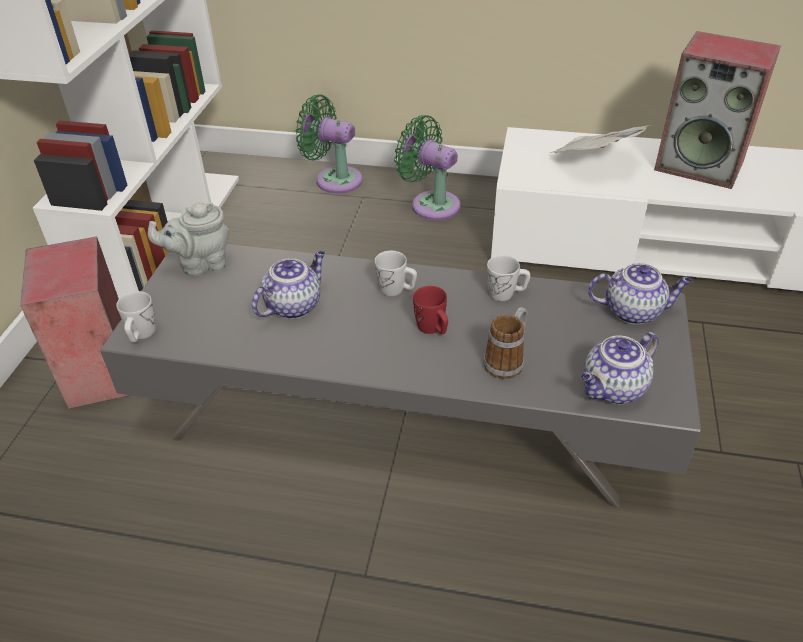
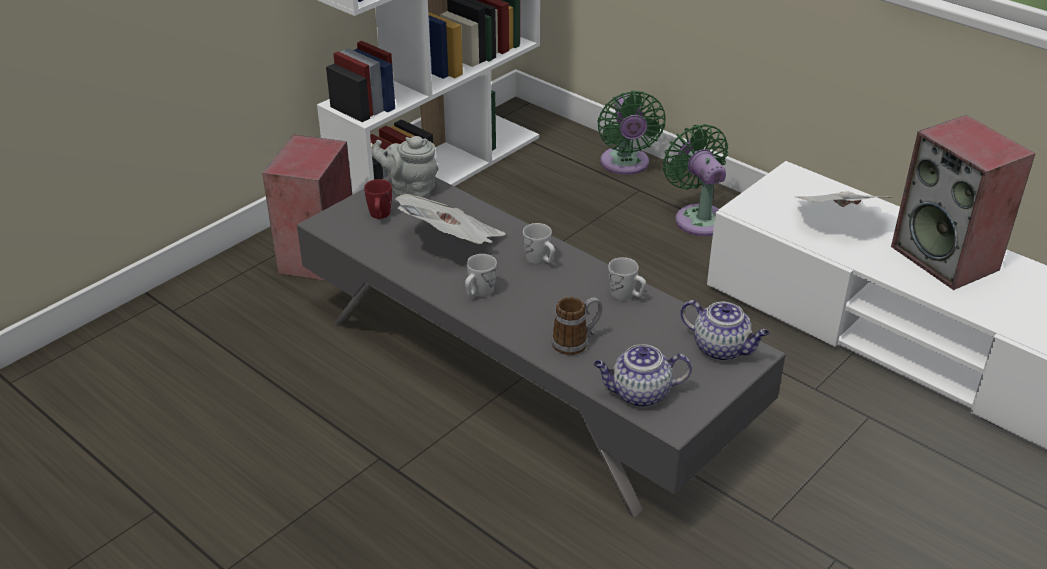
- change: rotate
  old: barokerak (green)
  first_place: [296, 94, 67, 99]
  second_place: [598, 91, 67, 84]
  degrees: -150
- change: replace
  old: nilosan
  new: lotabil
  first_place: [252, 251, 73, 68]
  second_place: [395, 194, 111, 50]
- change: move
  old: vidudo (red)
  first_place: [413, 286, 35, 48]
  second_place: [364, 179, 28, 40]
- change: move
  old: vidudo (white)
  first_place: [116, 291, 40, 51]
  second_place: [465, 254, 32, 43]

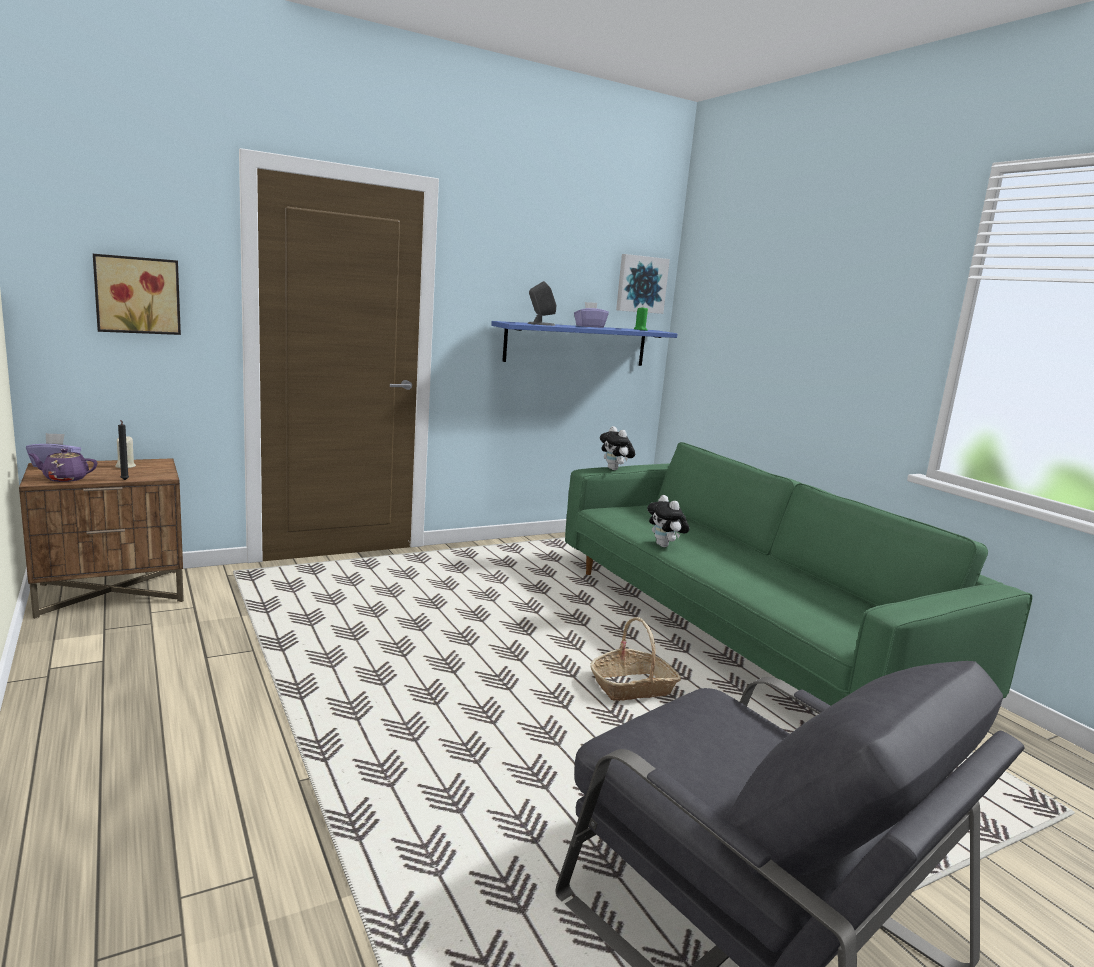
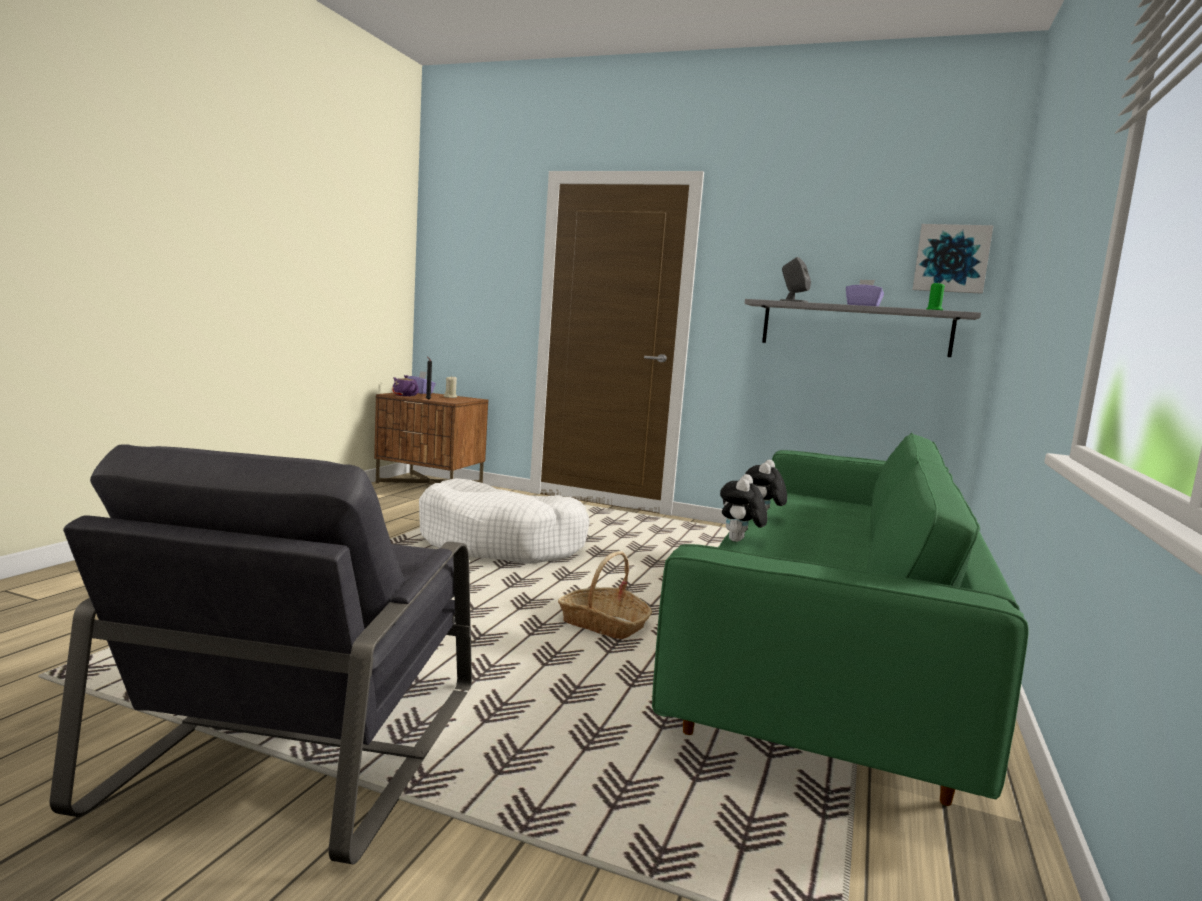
- change: delete
  old: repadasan
  first_place: [93, 254, 88, 81]
- change: recolor
  old: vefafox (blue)
  new: vefafox (grey)
  first_place: [491, 321, 186, 45]
  second_place: [744, 299, 237, 58]
- change: move
  old: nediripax
  first_place: [600, 426, 35, 44]
  second_place: [720, 474, 47, 68]
- change: insert
  new: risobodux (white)
  second_place: [419, 478, 171, 86]

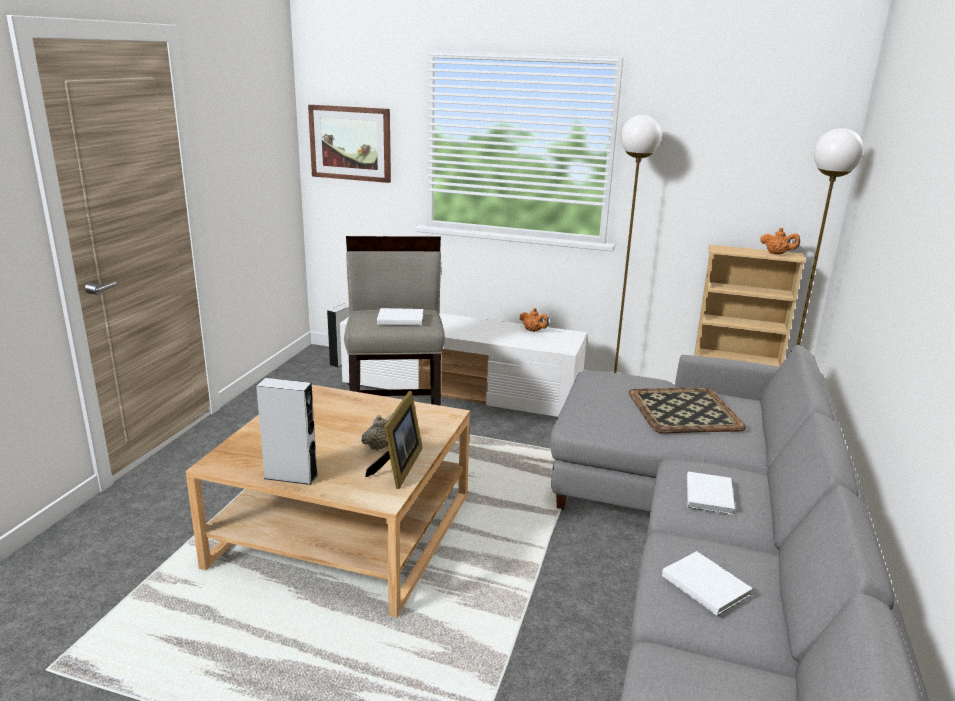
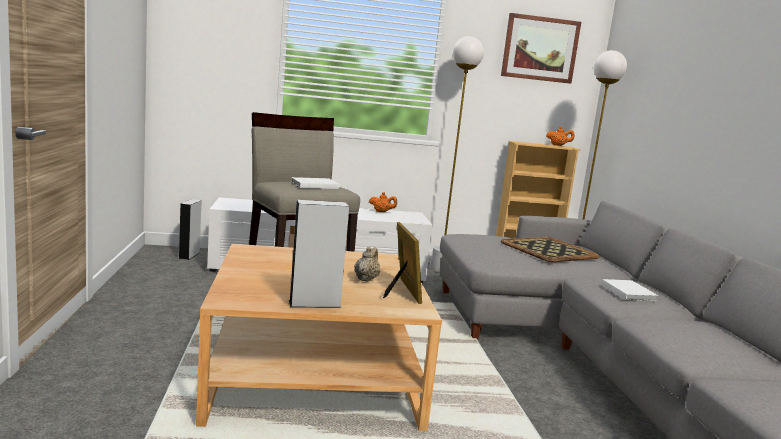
- change: move
  old: repadasan
  first_place: [308, 105, 83, 78]
  second_place: [501, 13, 80, 71]
- change: delete
  old: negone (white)
  first_place: [662, 551, 91, 65]

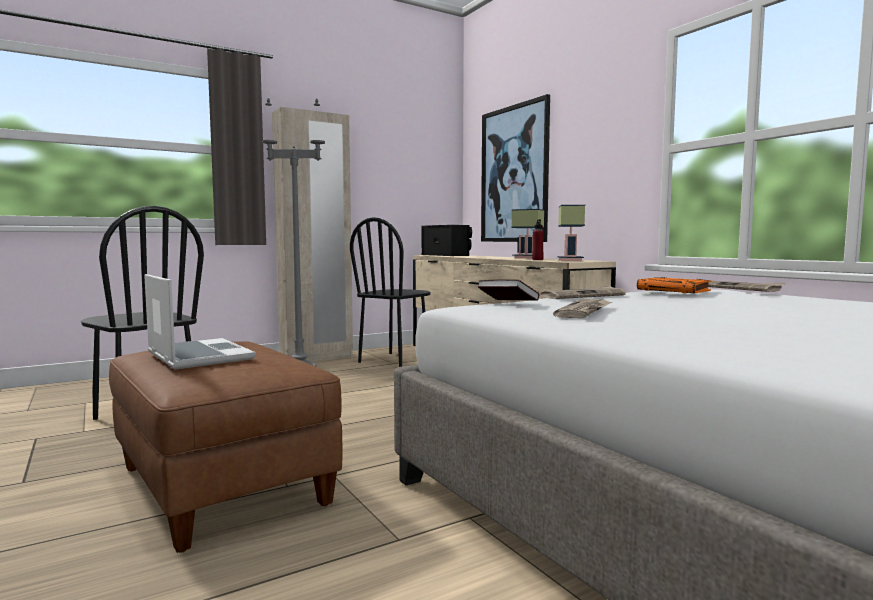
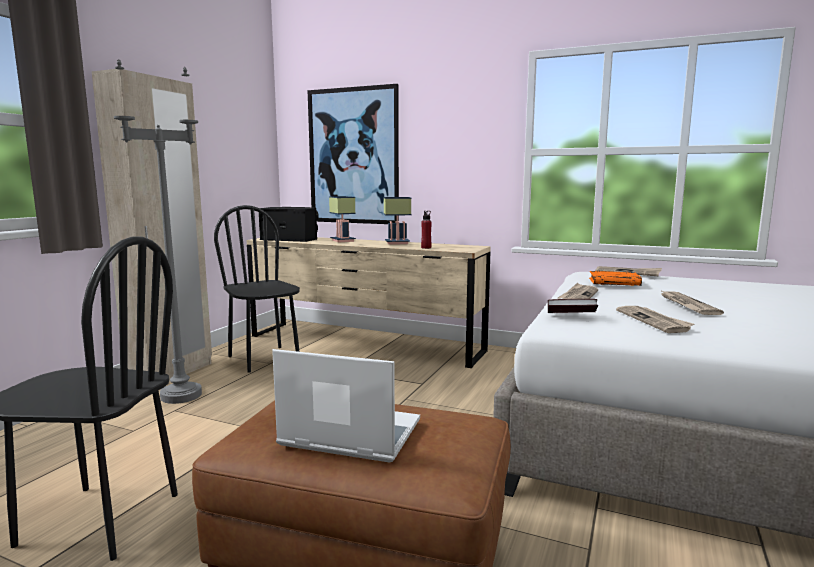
- change: move
  old: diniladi
  first_place: [557, 205, 28, 56]
  second_place: [329, 196, 27, 46]
- change: rotate
  old: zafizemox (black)
  first_place: [350, 217, 81, 150]
  second_place: [214, 205, 86, 168]
  degrees: 150
- change: insert
  new: lotabil
  second_place: [660, 290, 64, 25]

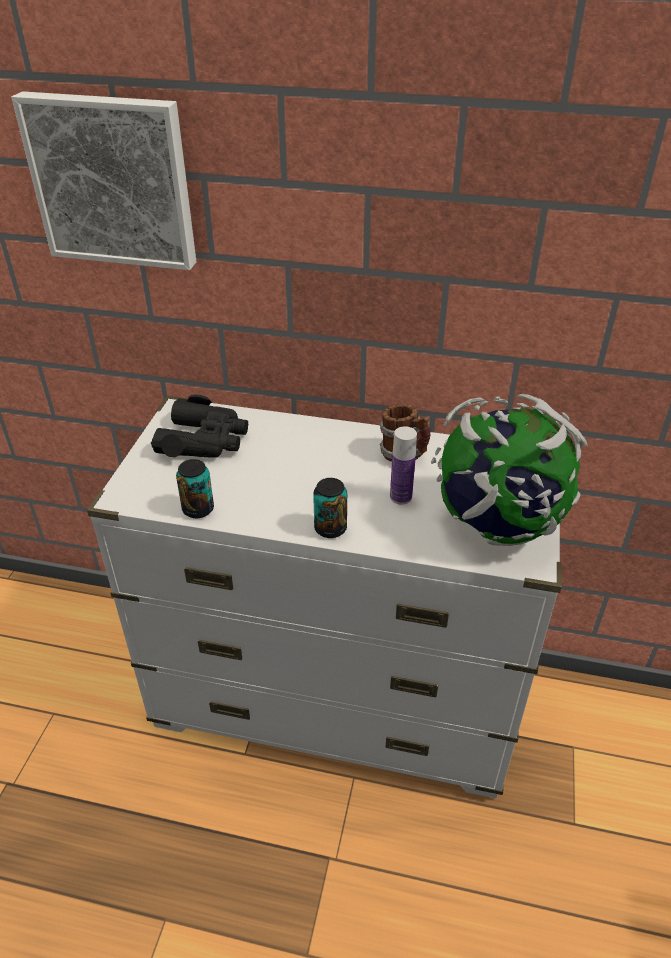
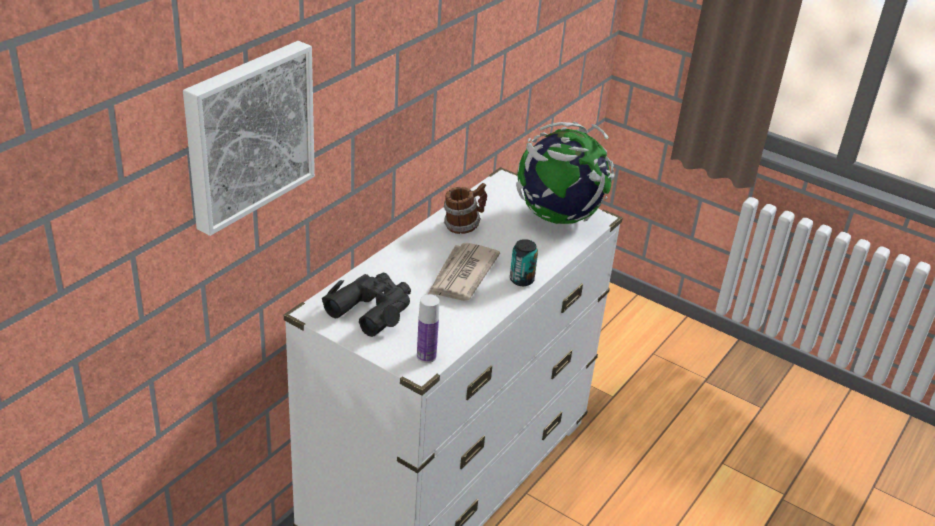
- change: move
  old: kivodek
  first_place: [390, 426, 27, 79]
  second_place: [417, 294, 22, 69]
- change: delete
  old: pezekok
  first_place: [176, 459, 38, 59]
- change: insert
  new: lotabil
  second_place: [428, 243, 72, 58]

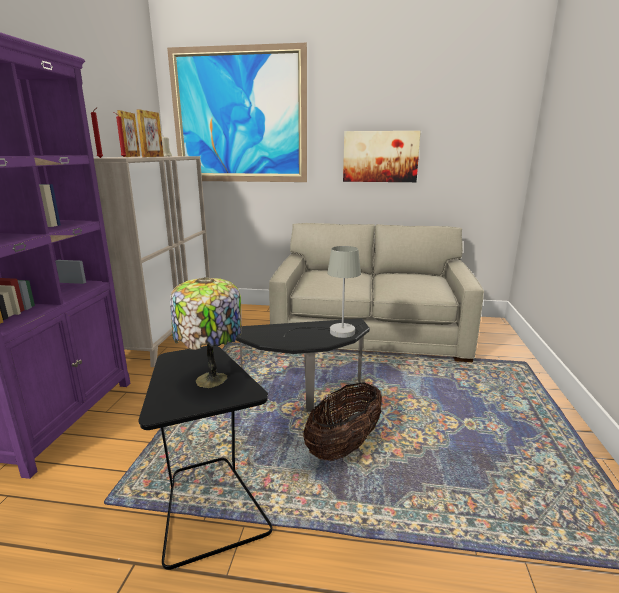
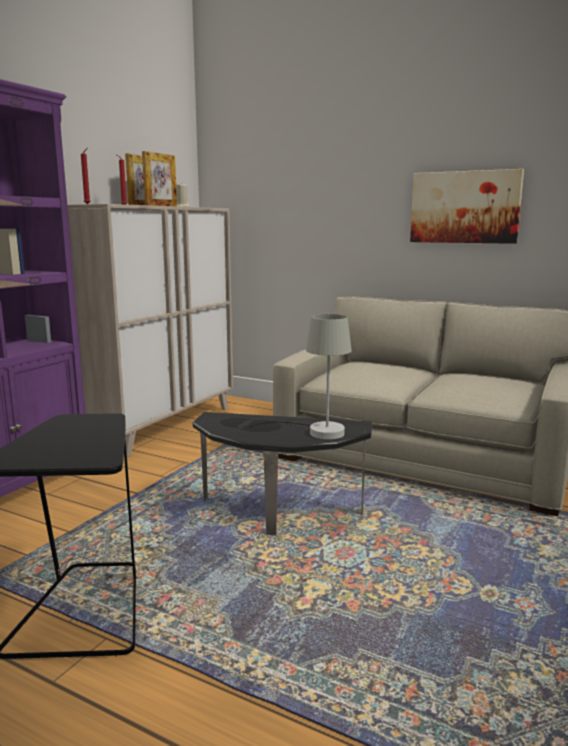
- change: delete
  old: repadasan
  first_place: [167, 43, 140, 139]
- change: delete
  old: diniladi
  first_place: [170, 277, 72, 111]
- change: delete
  old: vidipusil
  first_place: [303, 382, 79, 79]

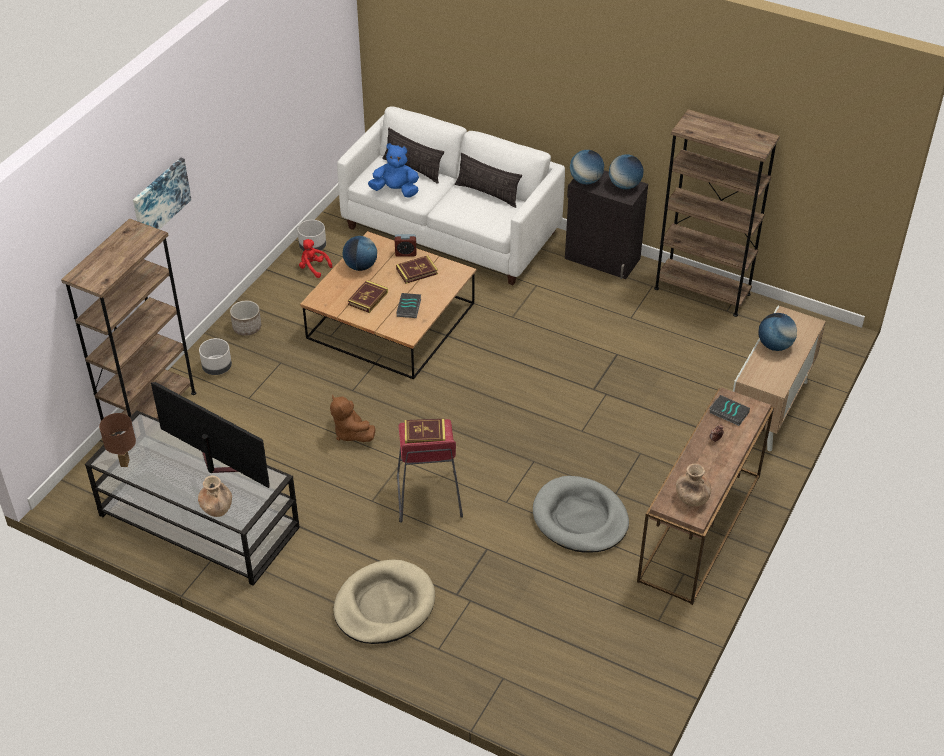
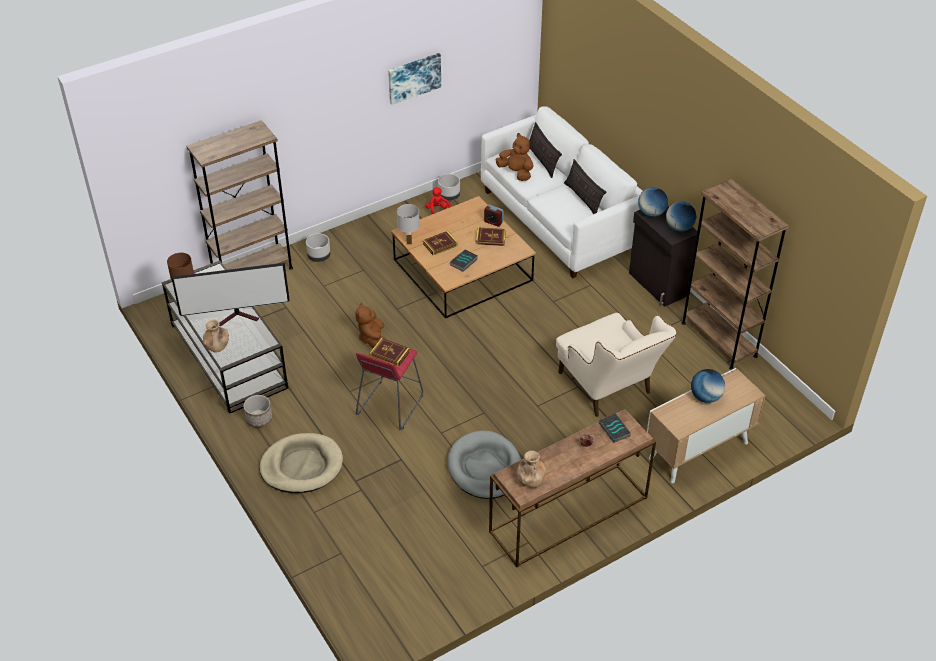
- change: recolor
  old: nediripax (blue)
  new: nediripax (brown)
  first_place: [368, 143, 51, 54]
  second_place: [495, 133, 38, 48]
- change: move
  old: repadasan
  first_place: [133, 158, 58, 71]
  second_place: [388, 53, 53, 51]
- change: delete
  old: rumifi
  first_place: [342, 236, 35, 35]
- change: move
  old: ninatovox
  first_place: [230, 301, 31, 35]
  second_place: [243, 395, 29, 33]
- change: rotate
  old: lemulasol
  first_place: [151, 382, 119, 106]
  second_place: [171, 263, 119, 64]
  degrees: 105
- change: insert
  new: diniladi (white)
  second_place: [397, 204, 23, 40]
- change: insert
  new: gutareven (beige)
  second_place: [556, 313, 121, 104]

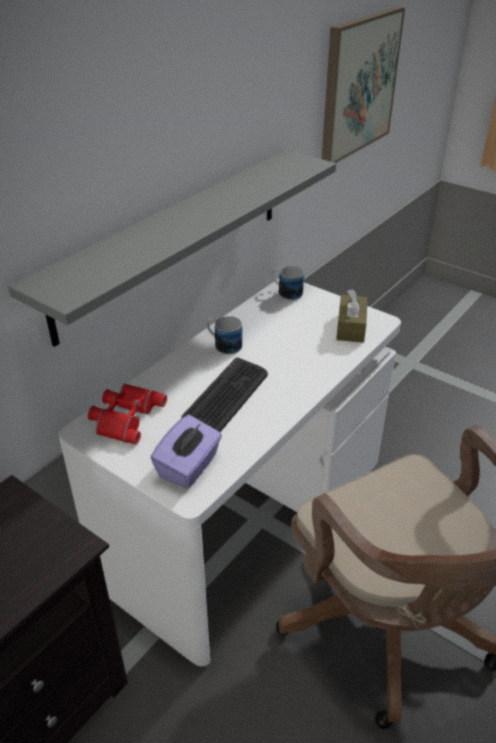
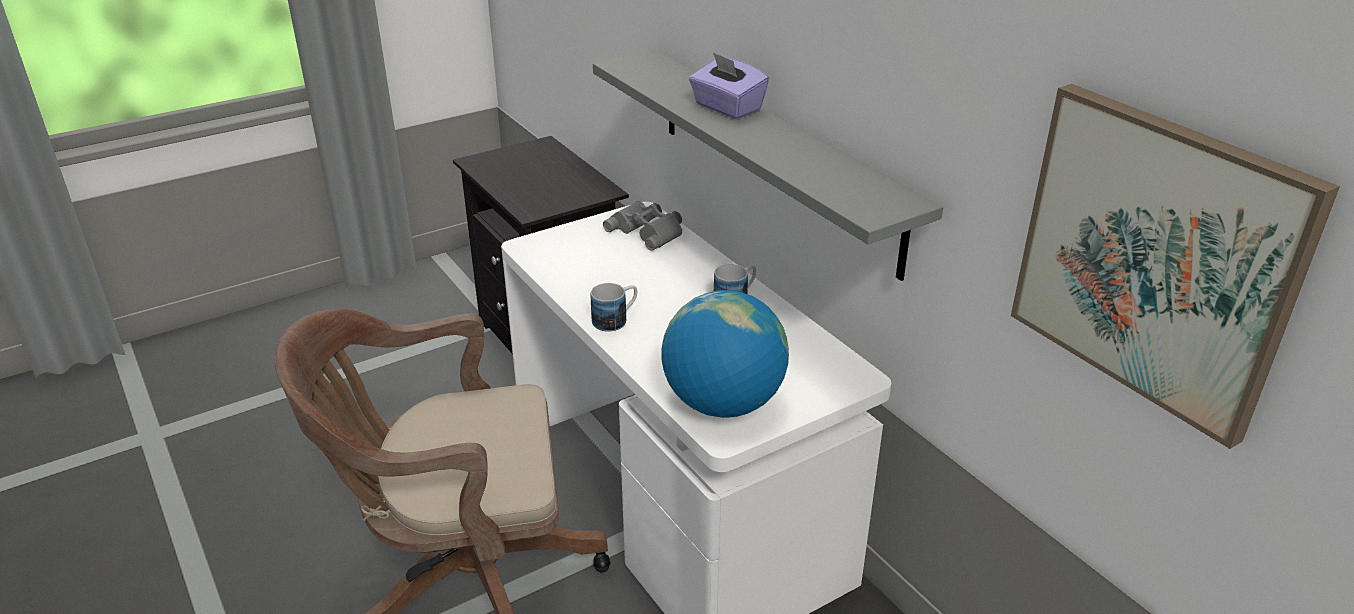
- change: move
  old: vidudo
  first_place: [271, 266, 33, 34]
  second_place: [591, 283, 46, 49]
- change: replace
  old: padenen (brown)
  new: rumifi
  first_place: [336, 289, 32, 54]
  second_place: [661, 290, 128, 128]
- change: delete
  old: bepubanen
  first_place: [181, 357, 87, 75]
- change: recolor
  old: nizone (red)
  new: nizone (grey)
  first_place: [88, 384, 79, 61]
  second_place: [603, 201, 79, 50]
- change: move
  old: padenen (purple)
  first_place: [151, 415, 71, 74]
  second_place: [689, 52, 80, 67]

